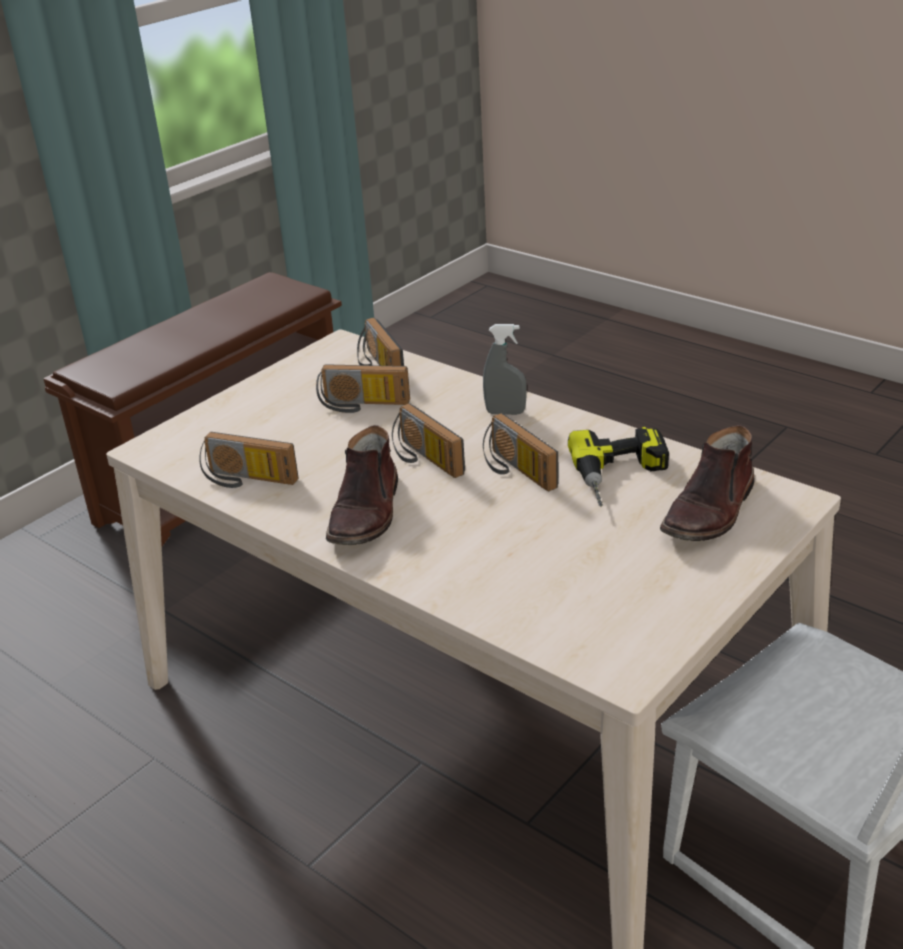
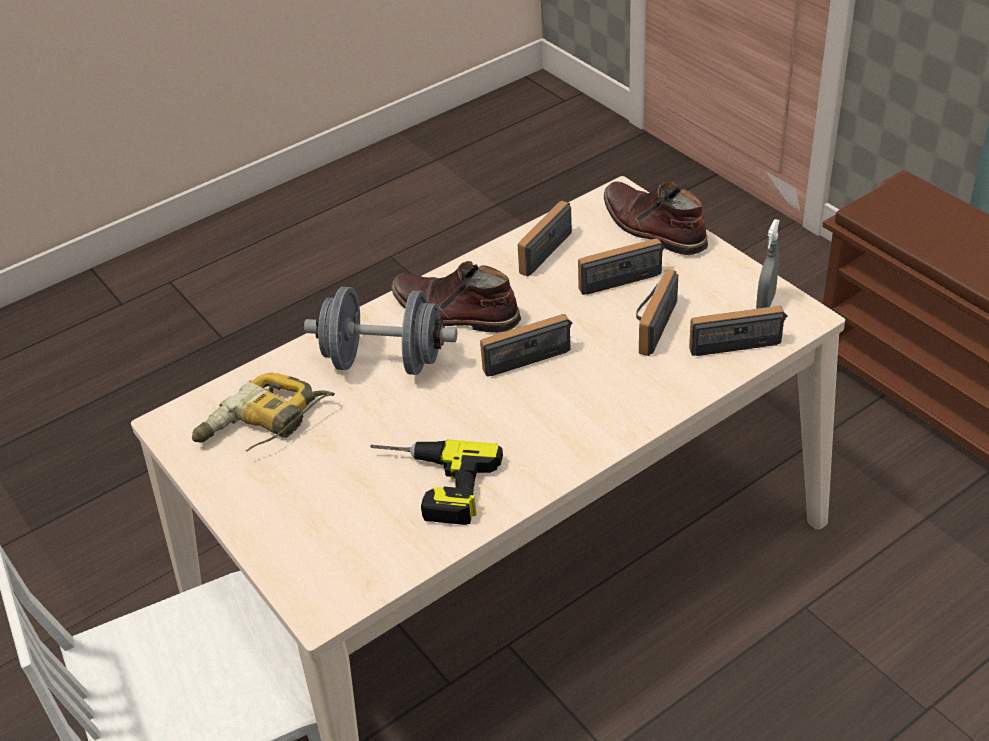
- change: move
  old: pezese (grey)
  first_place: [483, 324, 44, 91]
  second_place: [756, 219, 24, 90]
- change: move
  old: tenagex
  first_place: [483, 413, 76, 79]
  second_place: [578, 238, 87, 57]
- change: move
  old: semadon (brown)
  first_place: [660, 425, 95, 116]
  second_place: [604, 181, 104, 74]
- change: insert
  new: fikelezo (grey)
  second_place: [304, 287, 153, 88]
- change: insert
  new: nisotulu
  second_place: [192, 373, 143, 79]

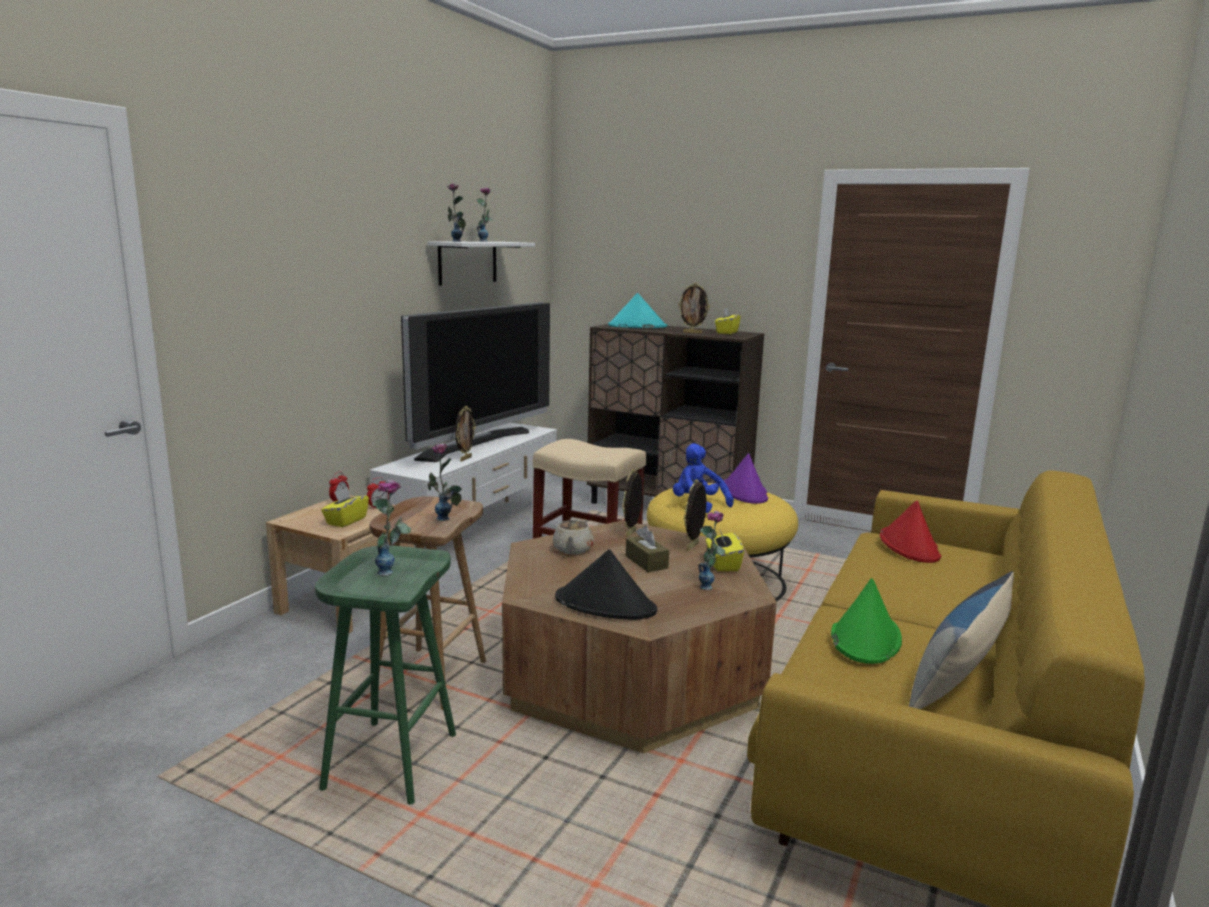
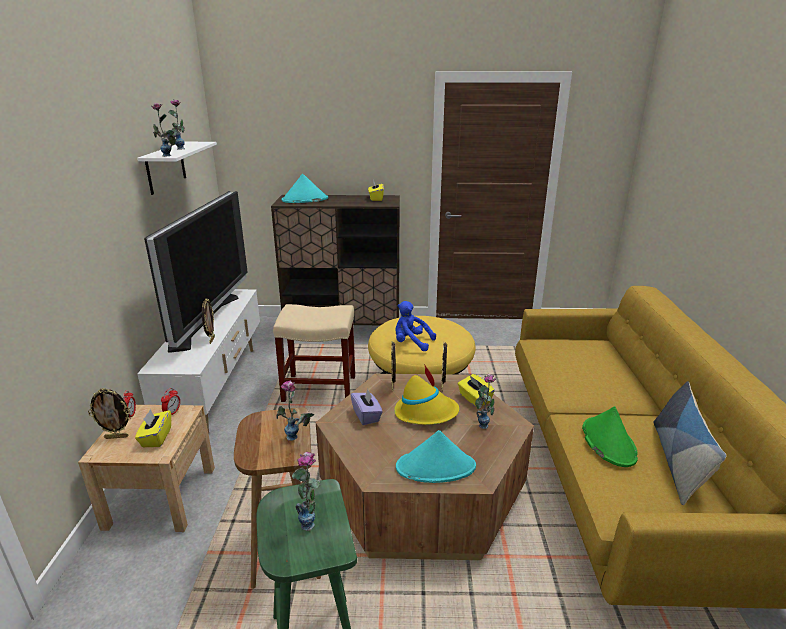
- change: move
  old: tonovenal
  first_place: [678, 283, 32, 51]
  second_place: [88, 388, 42, 51]
- change: delete
  old: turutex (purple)
  first_place: [724, 453, 44, 51]
- change: delete
  old: turutex (red)
  first_place: [880, 500, 61, 63]
- change: replace
  old: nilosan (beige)
  new: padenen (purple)
  first_place: [553, 518, 41, 36]
  second_place: [351, 389, 32, 36]
- change: replace
  old: padenen (brown)
  new: turutex (yellow)
  first_place: [626, 526, 43, 46]
  second_place: [394, 364, 65, 61]
- change: recolor
  old: turutex (black)
  new: turutex (turquoise)
  first_place: [555, 549, 102, 71]
  second_place: [396, 430, 80, 53]

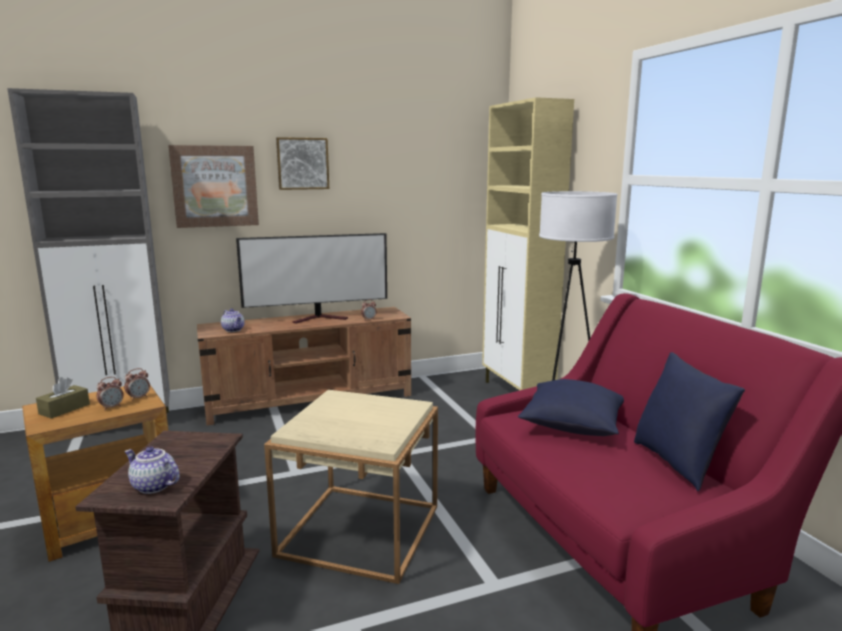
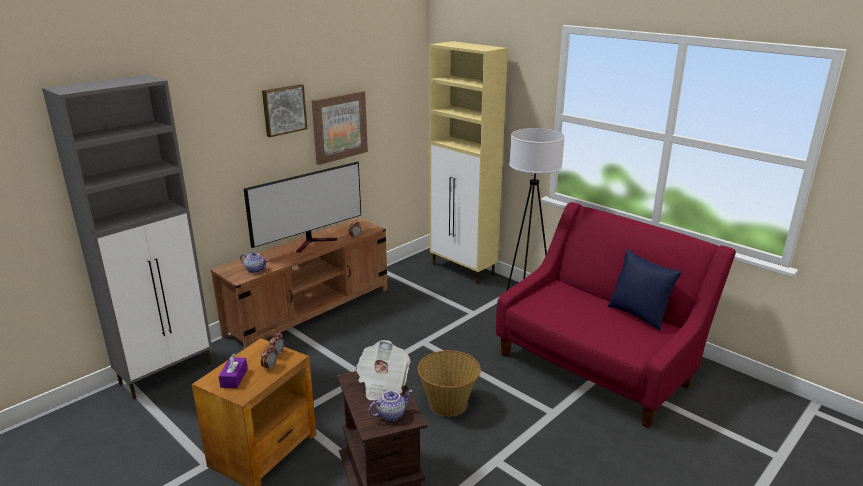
- change: move
  old: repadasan
  first_place: [168, 145, 91, 83]
  second_place: [312, 91, 56, 74]
- change: recolor
  old: padenen (brown)
  new: padenen (purple)
  first_place: [36, 377, 54, 42]
  second_place: [219, 354, 29, 34]
- change: delete
  old: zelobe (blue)
  first_place: [518, 379, 106, 57]
- change: replace
  old: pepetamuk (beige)
  new: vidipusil
  first_place: [264, 390, 174, 194]
  second_place: [418, 350, 63, 66]
- change: rotate
  old: nilosan
  first_place: [124, 447, 56, 47]
  second_place: [369, 390, 44, 31]
  degrees: 150
- change: insert
  new: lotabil
  second_place: [356, 340, 55, 61]

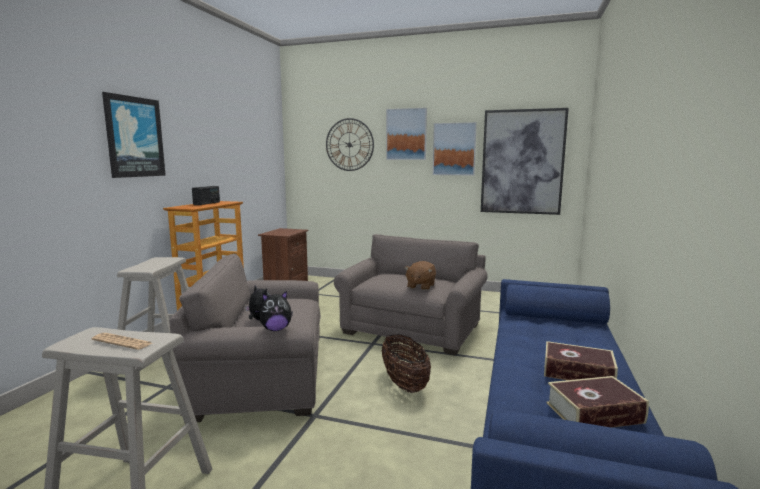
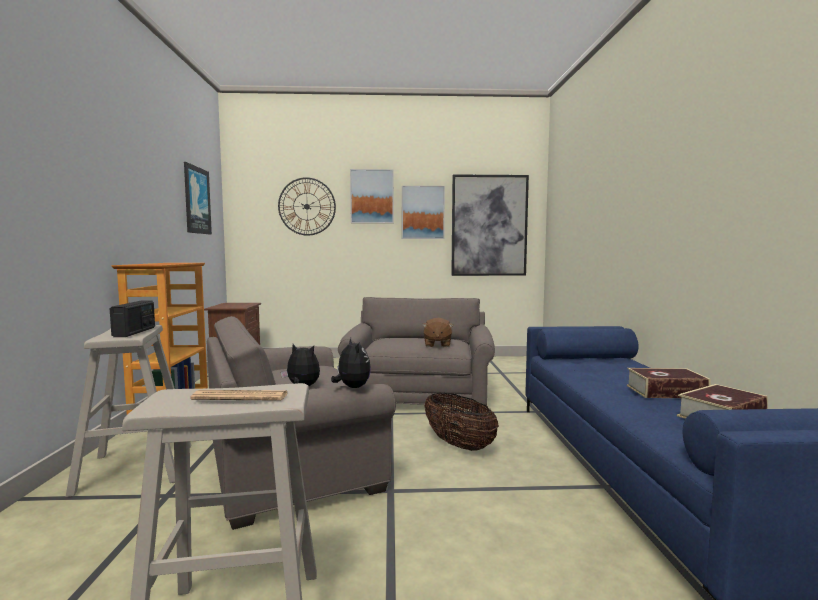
- change: move
  old: repadasan
  first_place: [102, 92, 64, 86]
  second_place: [184, 162, 28, 73]
- change: move
  old: tenagex
  first_place: [192, 186, 28, 19]
  second_place: [109, 300, 46, 37]
- change: rotate
  old: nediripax
  first_place: [259, 291, 34, 40]
  second_place: [331, 338, 40, 50]
  degrees: -75

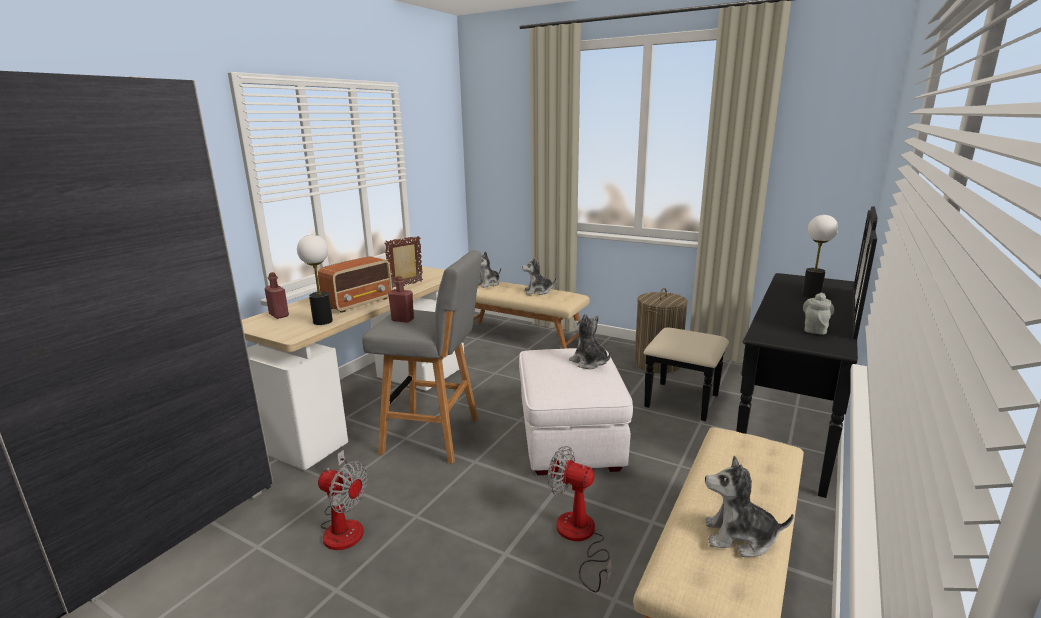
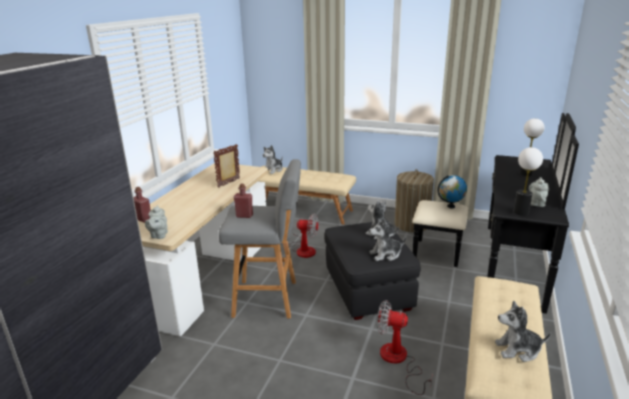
- change: move
  old: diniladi
  first_place: [297, 235, 36, 90]
  second_place: [513, 147, 30, 69]
- change: delete
  old: tenagex
  first_place: [318, 256, 74, 57]
- change: move
  old: nediripax
  first_place: [522, 257, 35, 38]
  second_place: [369, 218, 37, 43]
- change: recolor
  old: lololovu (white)
  new: lololovu (black)
  first_place: [519, 348, 114, 127]
  second_place: [324, 222, 97, 98]
- change: move
  old: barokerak
  first_place: [318, 450, 50, 100]
  second_place: [289, 214, 30, 44]
- change: insert
  new: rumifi
  second_place: [438, 175, 29, 34]
- change: insert
  new: nilosan (grey)
  second_place: [145, 205, 23, 34]

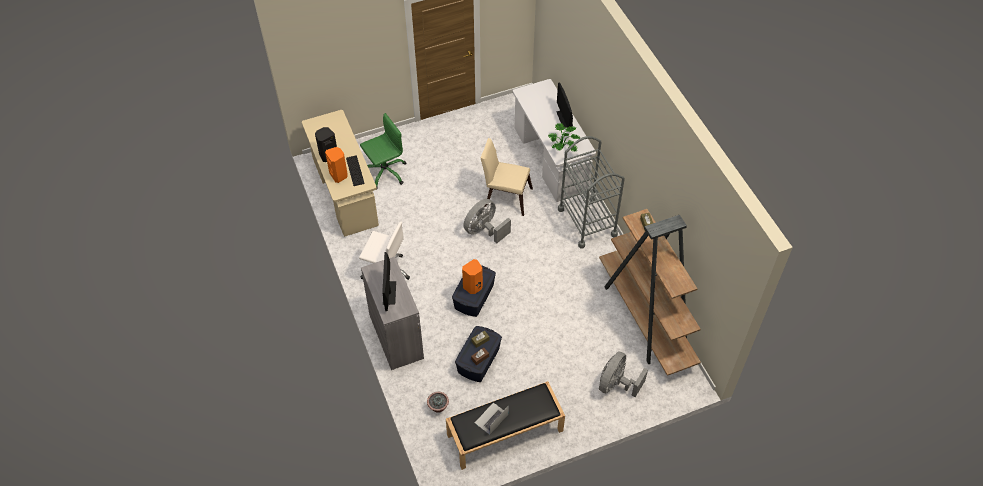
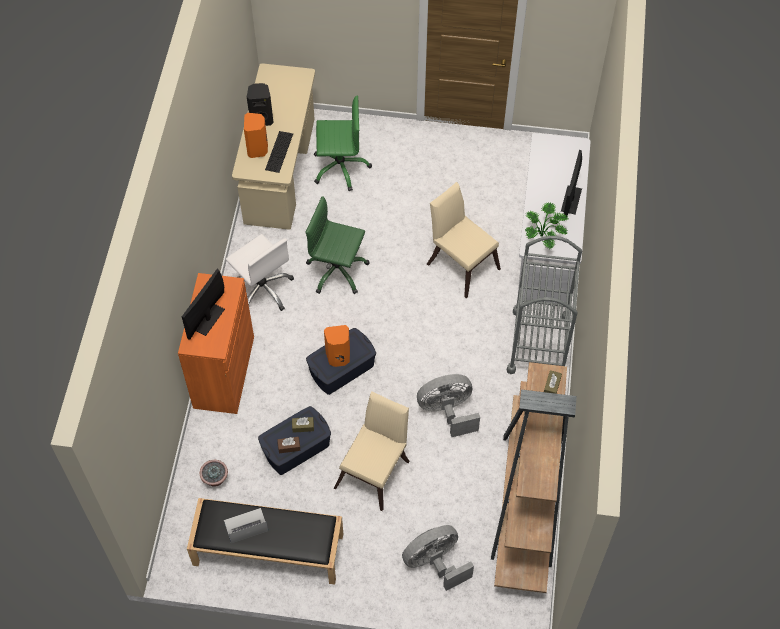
- change: move
  old: barokerak (grey)
  first_place: [463, 199, 48, 44]
  second_place: [417, 374, 63, 63]
- change: recolor
  old: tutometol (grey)
  new: tutometol (orange)
  first_place: [361, 257, 63, 113]
  second_place: [178, 273, 76, 141]
- change: insert
  new: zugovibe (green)
  second_place: [305, 196, 65, 98]
- change: insert
  new: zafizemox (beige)
  second_place: [334, 391, 76, 120]

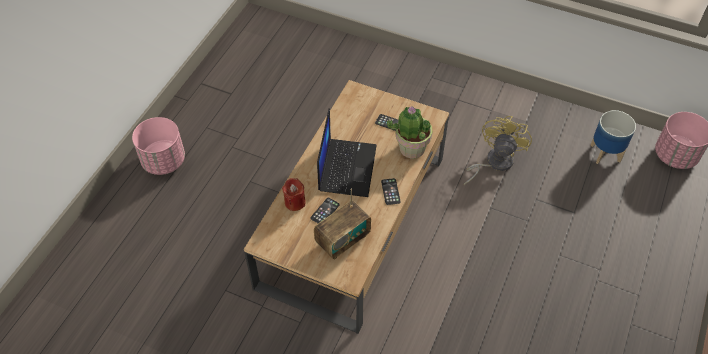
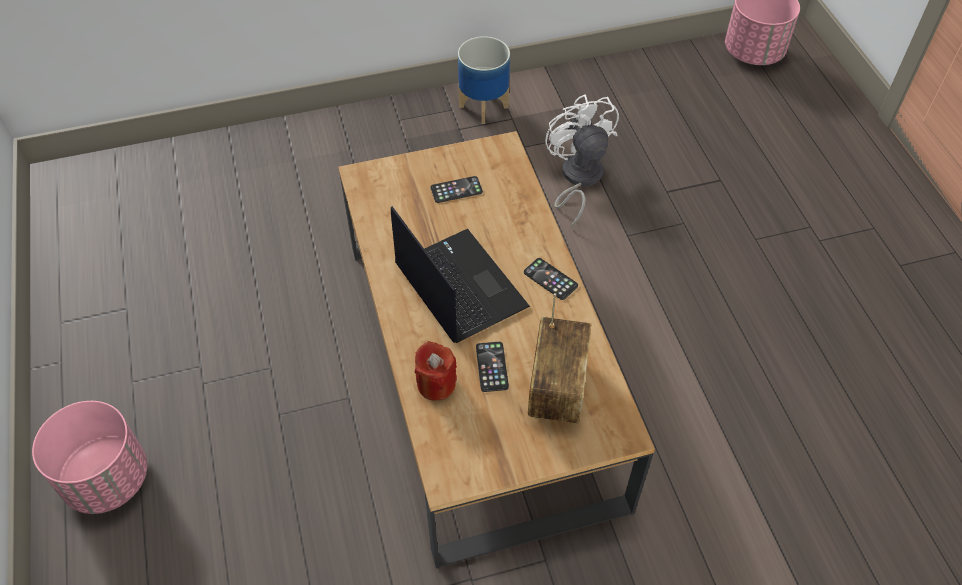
- change: delete
  old: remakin
  first_place: [387, 106, 46, 52]
- change: move
  old: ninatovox
  first_place: [590, 110, 46, 54]
  second_place: [458, 36, 52, 88]
- change: recolor
  old: barokerak (yellow)
  new: barokerak (white)
  first_place: [464, 116, 68, 69]
  second_place: [545, 94, 74, 134]

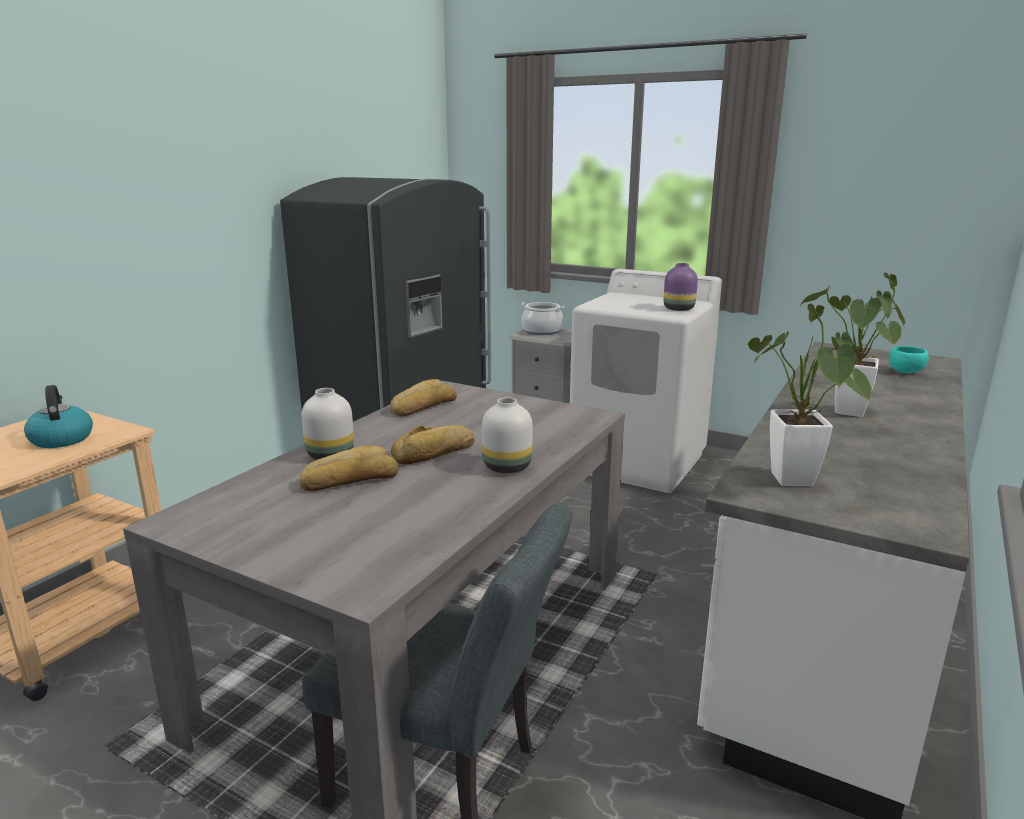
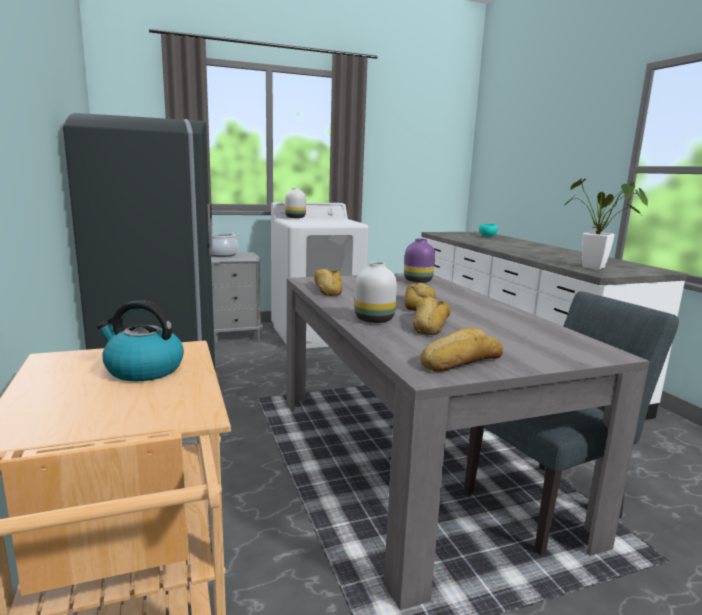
- change: move
  old: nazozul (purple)
  first_place: [664, 263, 34, 48]
  second_place: [404, 238, 31, 45]
- change: delete
  old: remakin
  first_place: [800, 272, 105, 145]
- change: move
  old: nazozul (white)
  first_place: [482, 397, 51, 76]
  second_place: [285, 188, 21, 30]
- change: insert
  new: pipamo
  second_place: [421, 328, 82, 44]

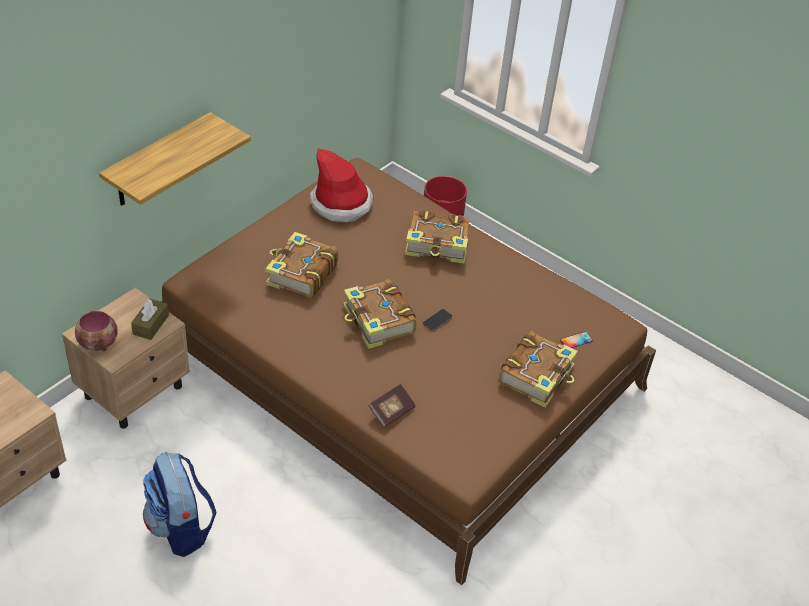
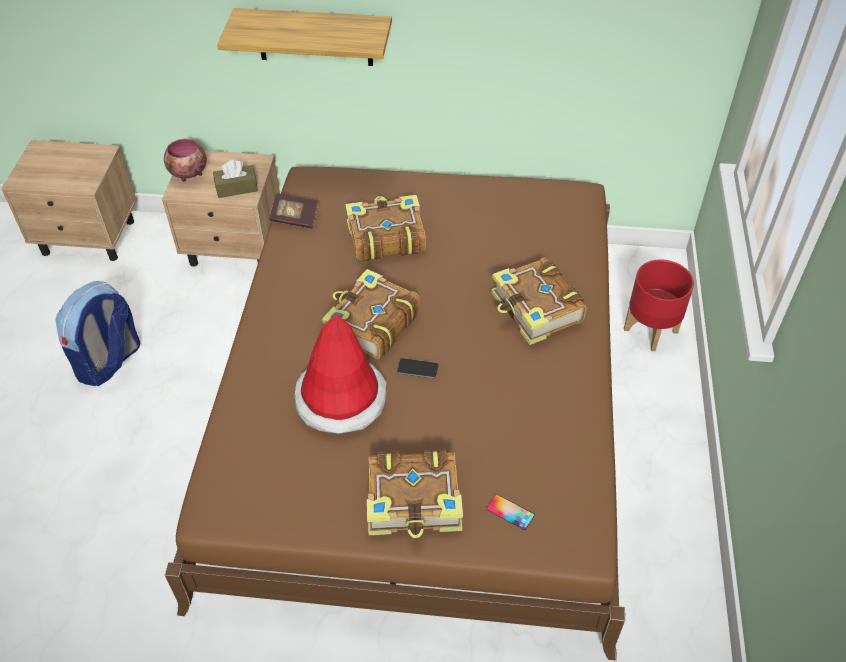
- change: move
  old: turutex
  first_place: [310, 148, 63, 74]
  second_place: [294, 314, 93, 119]
- change: move
  old: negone
  first_place: [368, 384, 47, 44]
  second_place: [269, 193, 49, 36]

